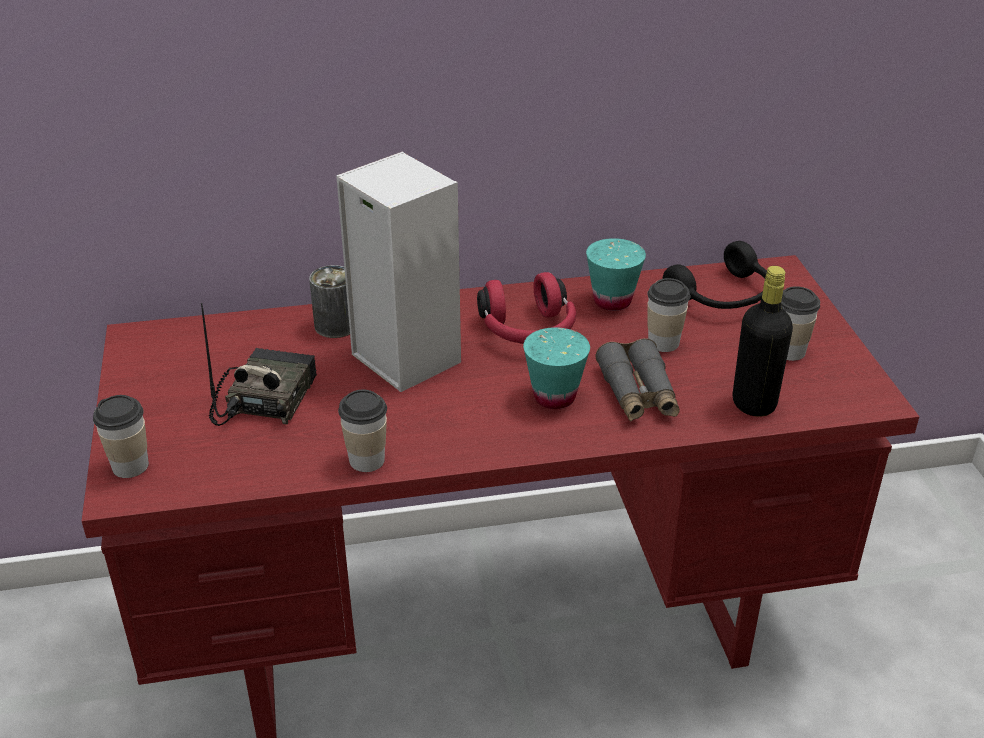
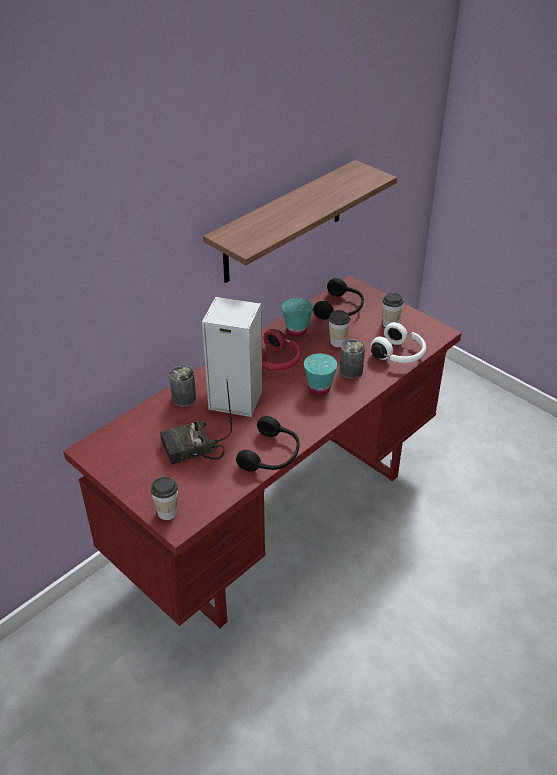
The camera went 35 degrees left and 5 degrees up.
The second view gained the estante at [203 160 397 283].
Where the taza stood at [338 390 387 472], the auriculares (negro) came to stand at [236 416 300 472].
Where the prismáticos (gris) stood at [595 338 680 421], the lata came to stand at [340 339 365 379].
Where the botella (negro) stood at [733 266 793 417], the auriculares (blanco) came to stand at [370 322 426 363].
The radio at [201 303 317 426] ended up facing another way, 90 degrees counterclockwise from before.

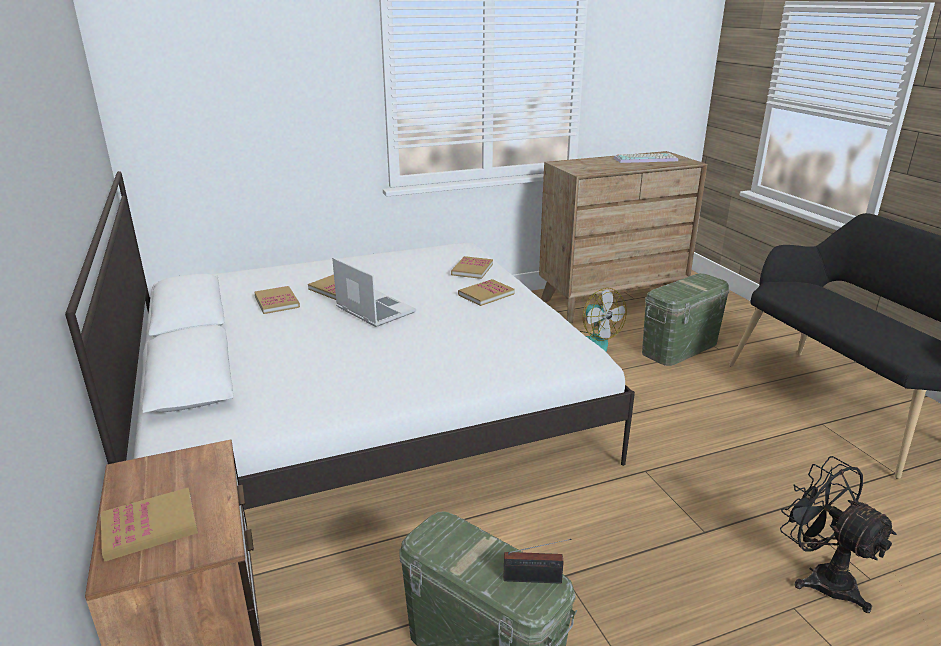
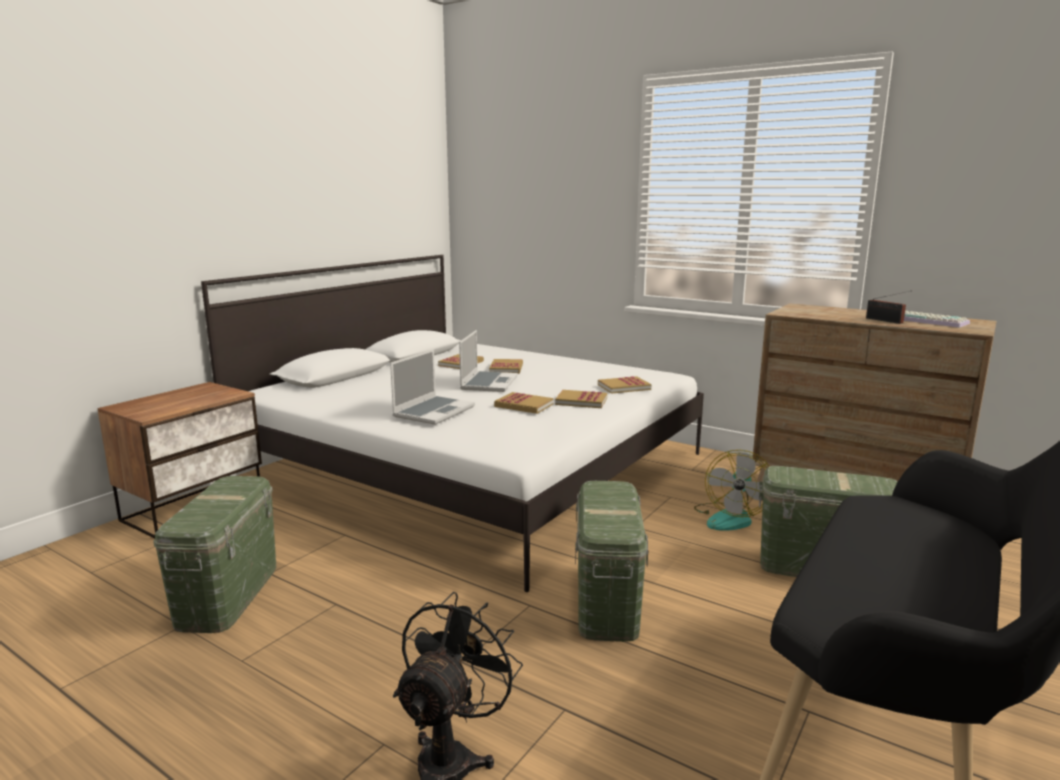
The camera went 55 degrees right and 10 degrees down.
The second view gained the portátil at [390 349 475 425].
The second view gained the caja de almacenaje (verde) at [575 481 649 642].
The libro ended up elsewhere, having gone from [101 487 198 562] to [494 392 554 414].
The radio ended up elsewhere, having gone from [504 539 572 584] to [866 290 912 324].

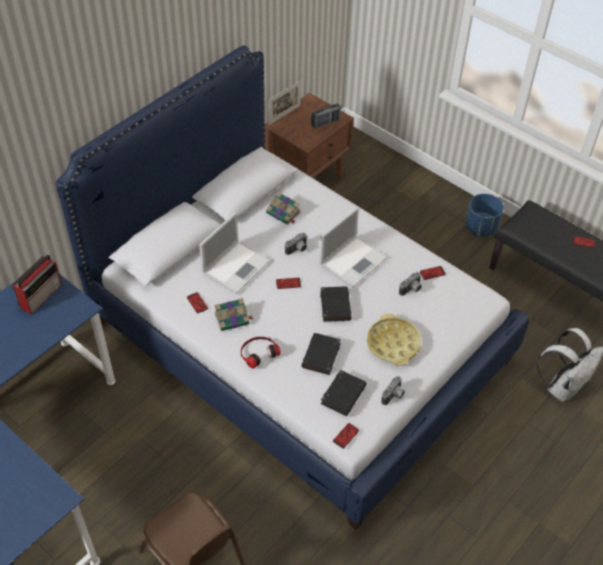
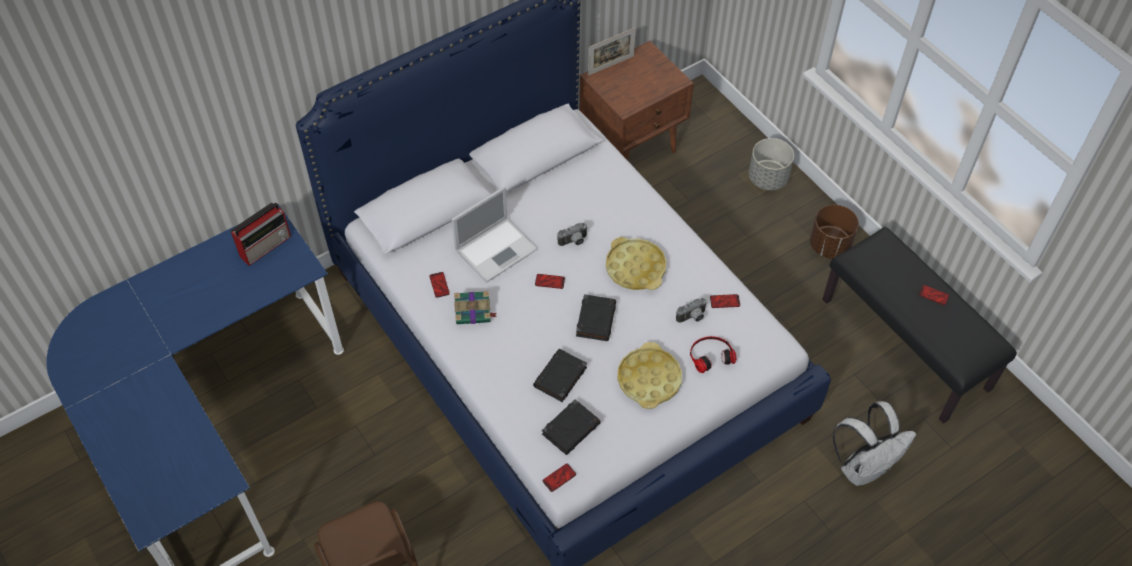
The camera went 15 degrees right and 5 degrees up.
The second view lost the libro at [266 192 301 224].
The second view lost the radio at [311 103 341 129].
The second view lost the cámara at [381 376 405 405].
The second view gained the maceta (gris) at [749 138 794 190].
The auriculares ended up elsewhere, having gone from [241 337 281 369] to [690 336 736 373].
Where the portátil stood at [320 207 387 288], the bandeja (amarillo) came to stand at [606 237 666 290].
What was the maceta (azul) at [465 194 504 237] turned into the maceta (marrón) at [810 205 859 259].

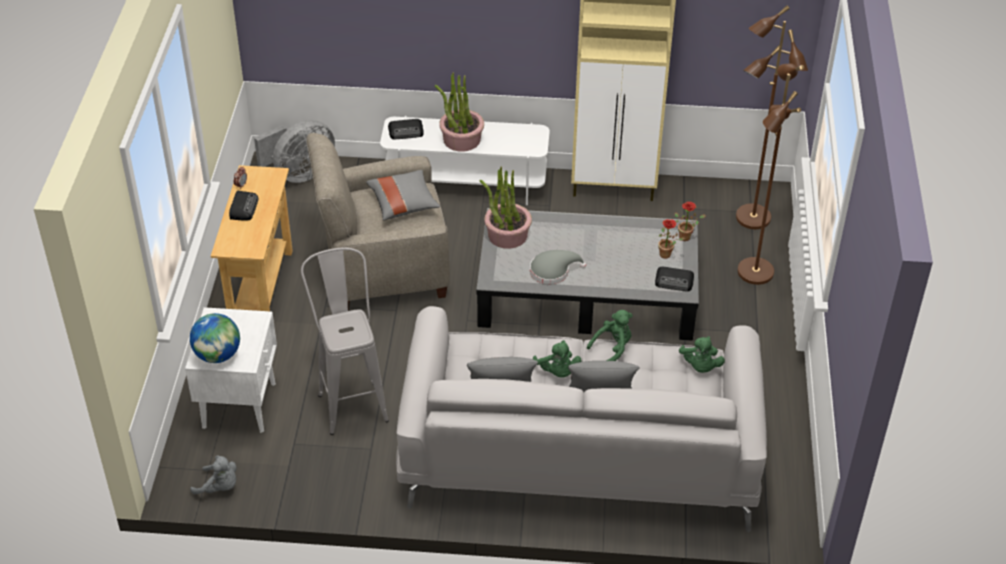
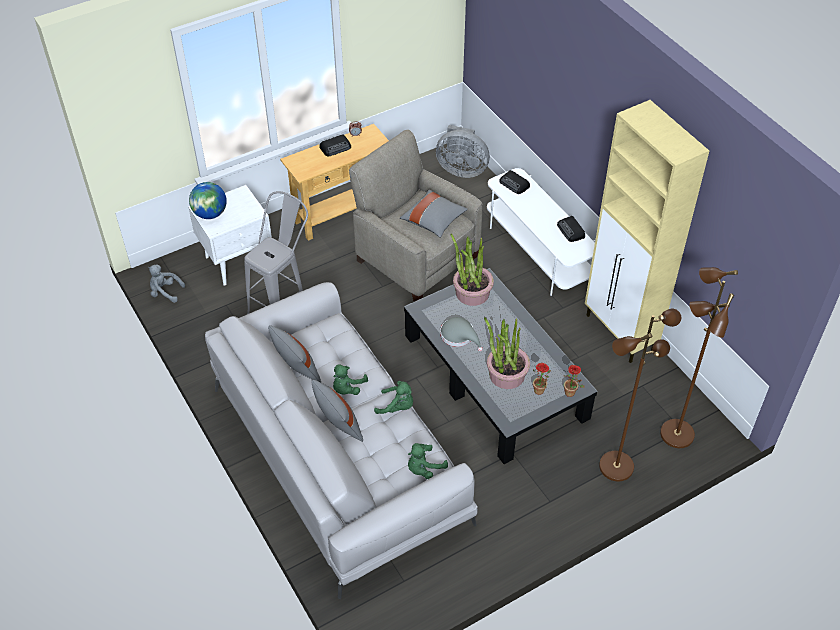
The camera went 55 degrees right and 5 degrees up.
The planta en maceta ended up elsewhere, having gone from [435 73 484 152] to [484 317 530 389].
The radio ended up elsewhere, having gone from [655 267 694 291] to [557 216 585 242].
The peluche (gris) at [190 455 236 494] ended up facing another way, 120 degrees clockwise from before.

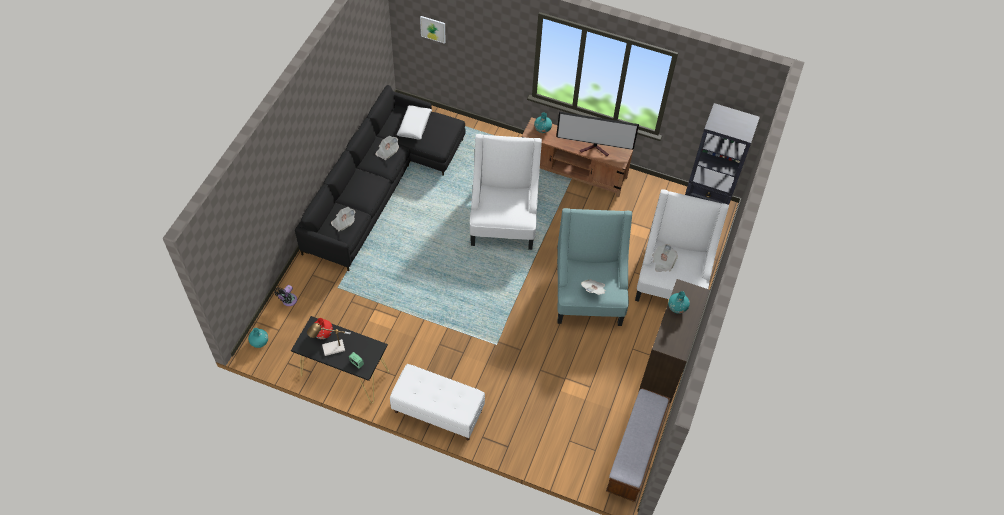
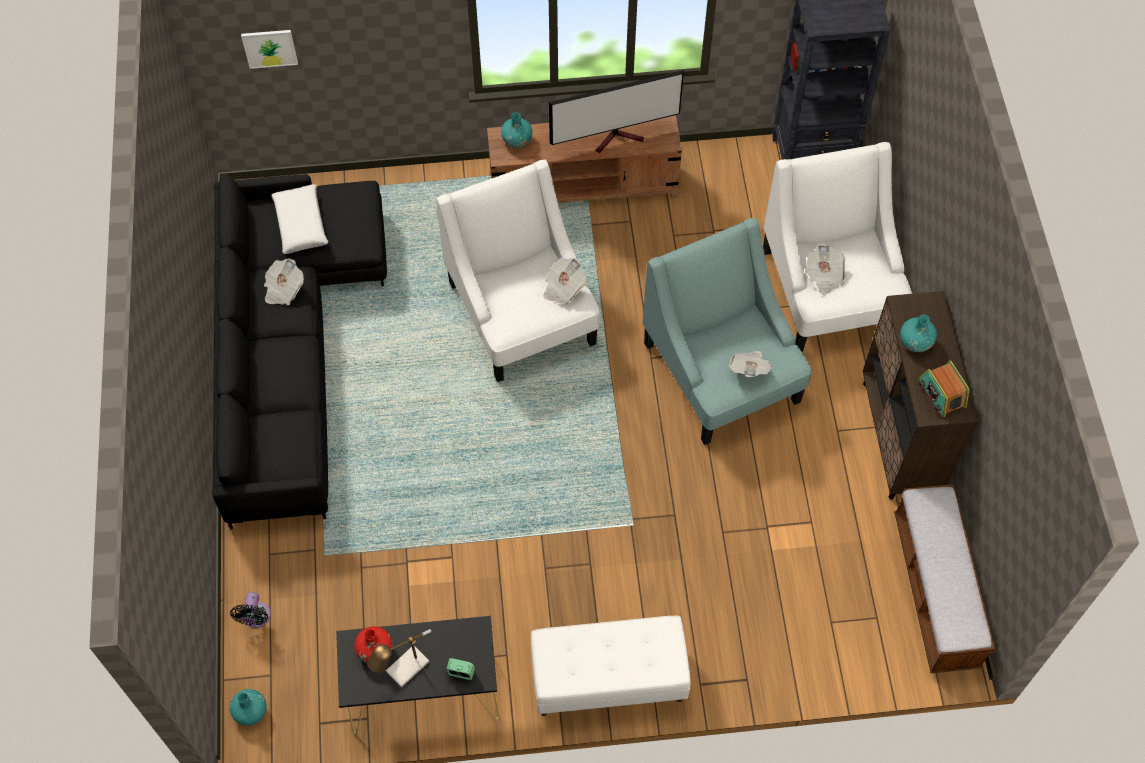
The camera went 25 degrees left and 5 degrees up.
The second view gained the radio at [919 360 969 417].
The periódico ended up elsewhere, having gone from [331 207 356 231] to [543 258 586 304].

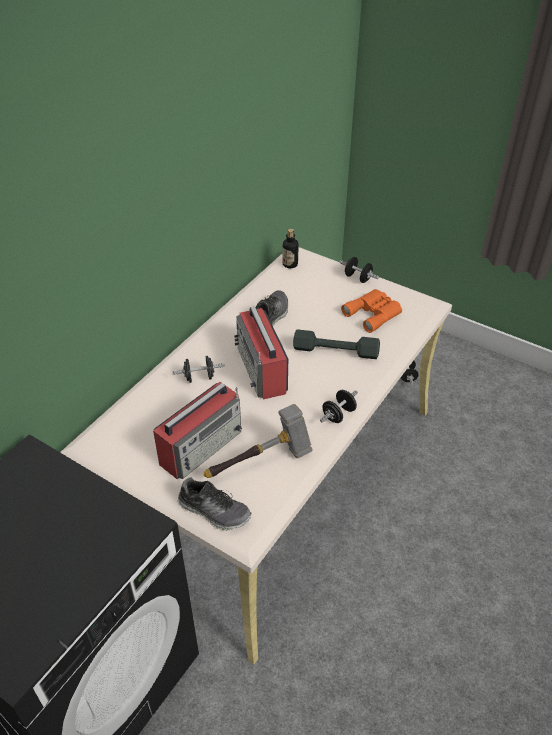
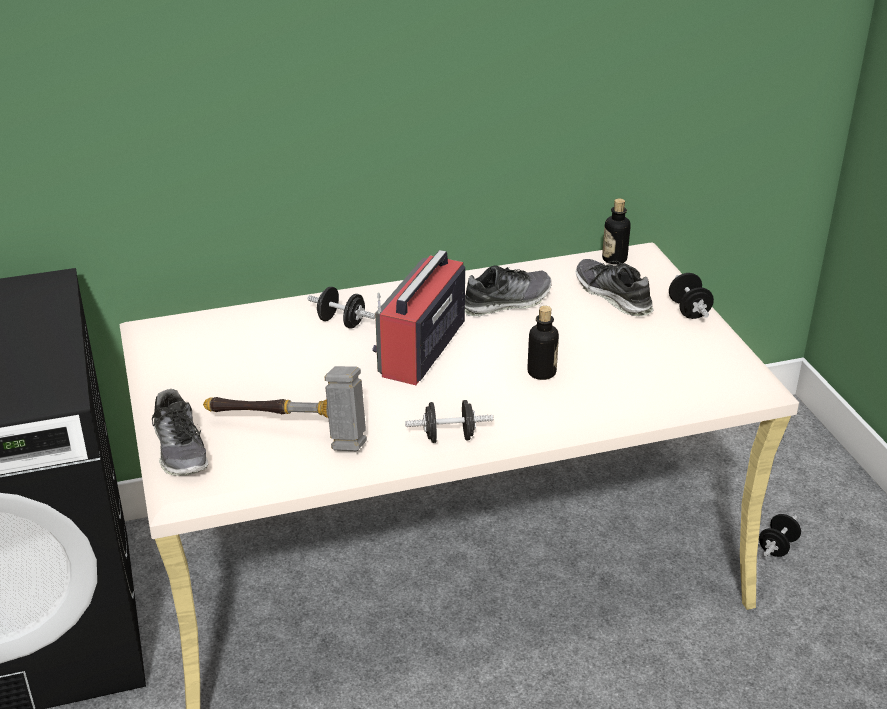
The camera went 40 degrees right and 10 degrees down.
The second view lost the radio at [153 382 242 479].
The second view lost the prismáticos (naranja) at [341 289 402 333].
The second view gained the zapato at [575 259 654 316].
Where the mancuerna (gris) stood at [293 329 380 359], the botella came to stand at [527 306 559 380].

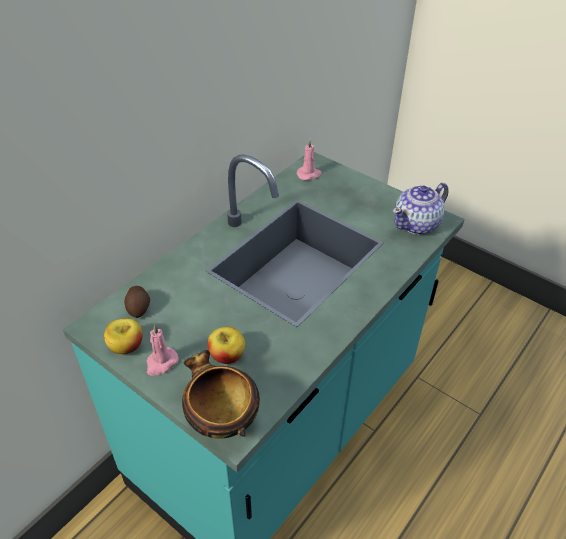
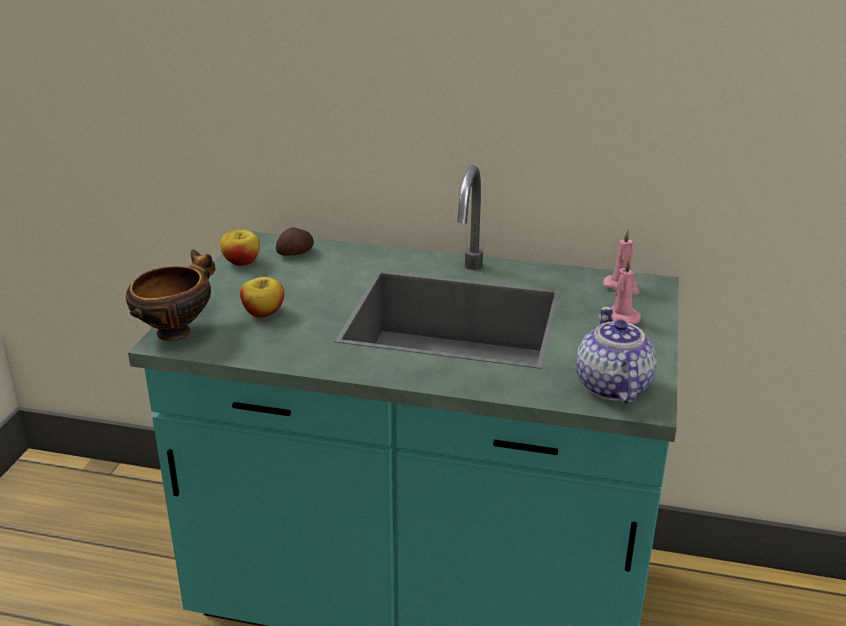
The camera went 65 degrees right and 15 degrees down.
The vela (rosa) ended up elsewhere, having gone from [146 324 179 376] to [599 258 641 325].
The tetera at [393 183 449 235] ended up facing another way, 60 degrees clockwise from before.

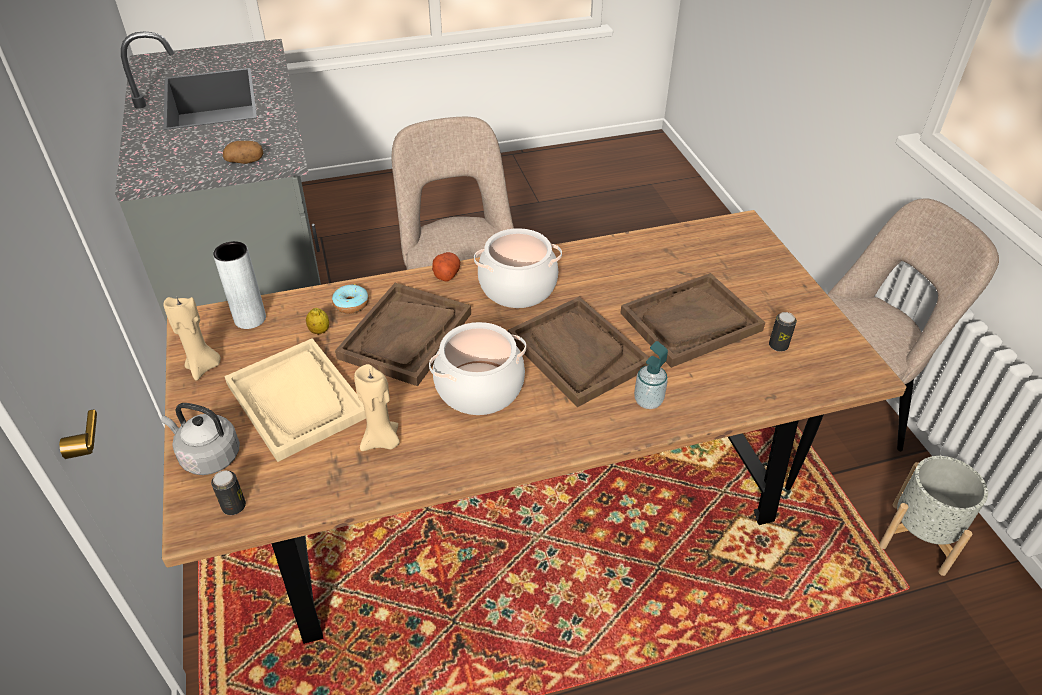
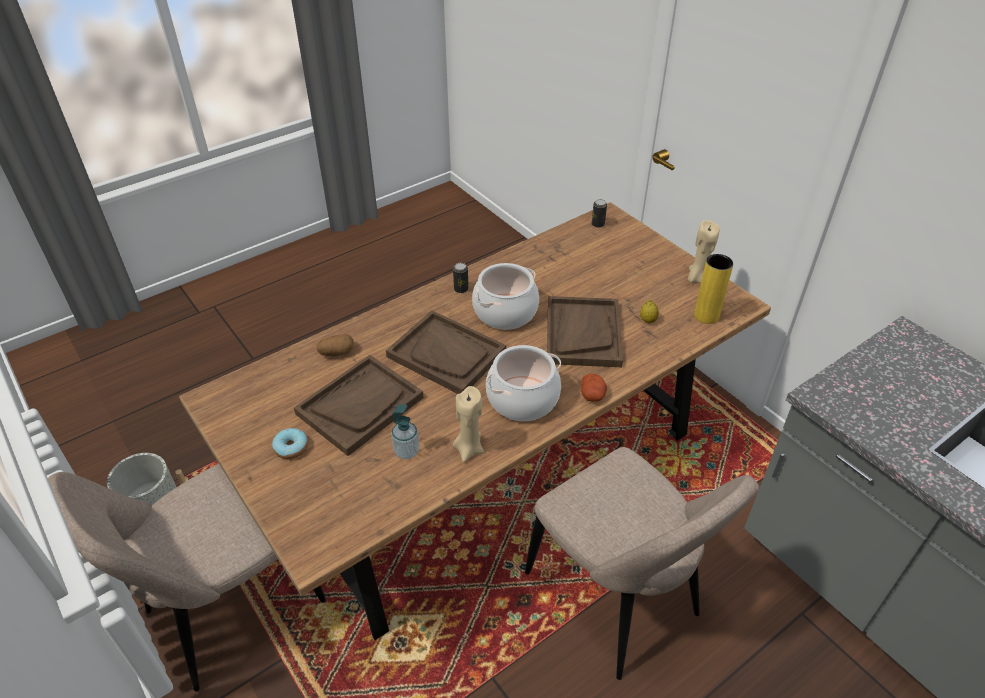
The camera went 160 degrees right and 0 degrees up.
The second view lost the hervidor (gris) at [161 403 240 475].
The second view lost the bandeja (beis) at [224 338 366 462].
The patata ended up elsewhere, having gone from [223 141 263 164] to [317 334 354 357].
The rosquilla ended up elsewhere, having gone from [332 284 369 314] to [272 428 308 459].
The vela (beis) ended up elsewhere, having gone from [354 364 400 451] to [453 386 484 462].
The dispensador de jabón ended up elsewhere, having gone from [634 341 668 409] to [391 404 419 460].
The lata ended up elsewhere, having gone from [769 312 797 352] to [453 263 468 293].
What was the florero (gris) at [213 241 266 329] turned into the florero (amarillo) at [694 254 733 324].

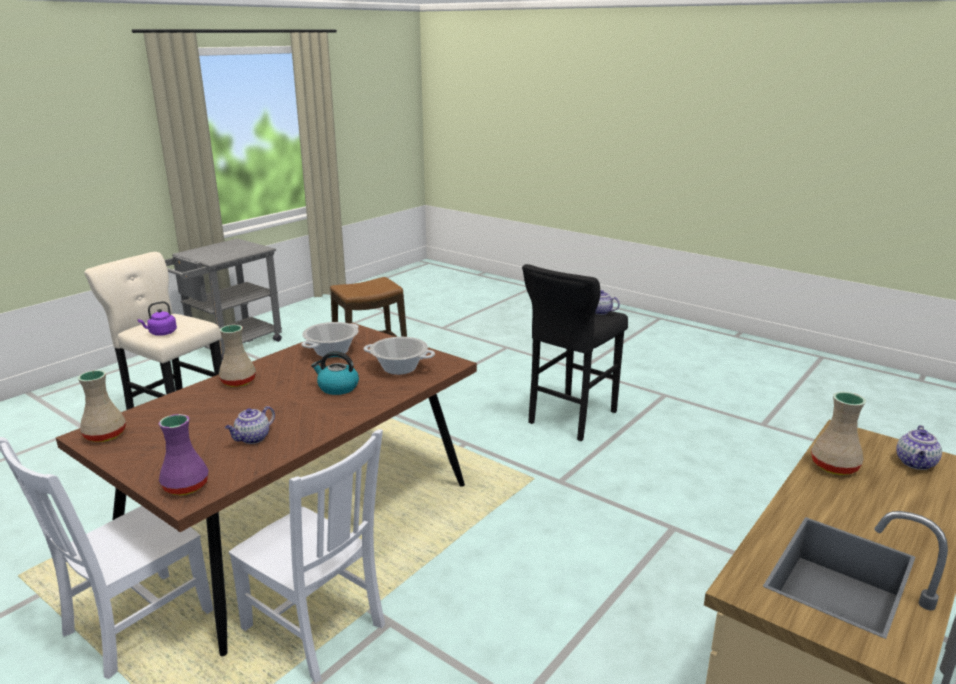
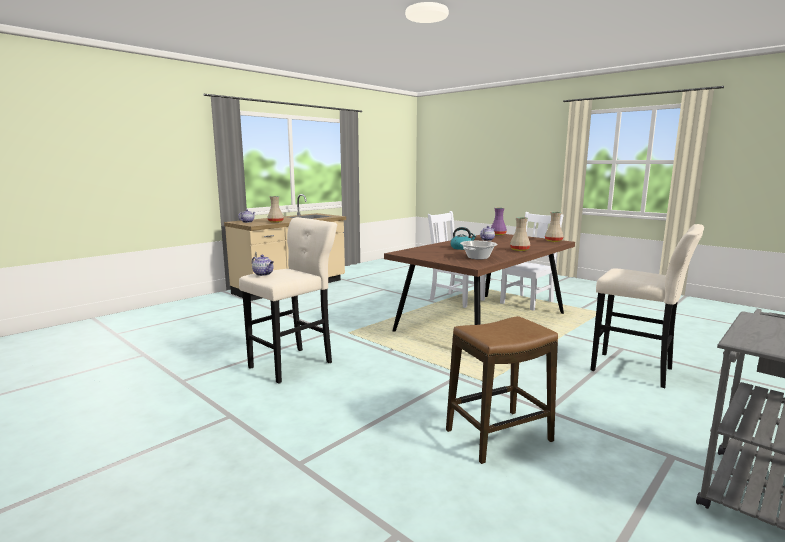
The camera went 175 degrees left and 10 degrees down.
The second view lost the hervidor (morado) at [138 301 177 336].
The second view lost the olla at [363 337 435 375].
What was the taburete (negro) at [522 264 628 441] turned into the taburete (beis) at [239 217 337 383].

